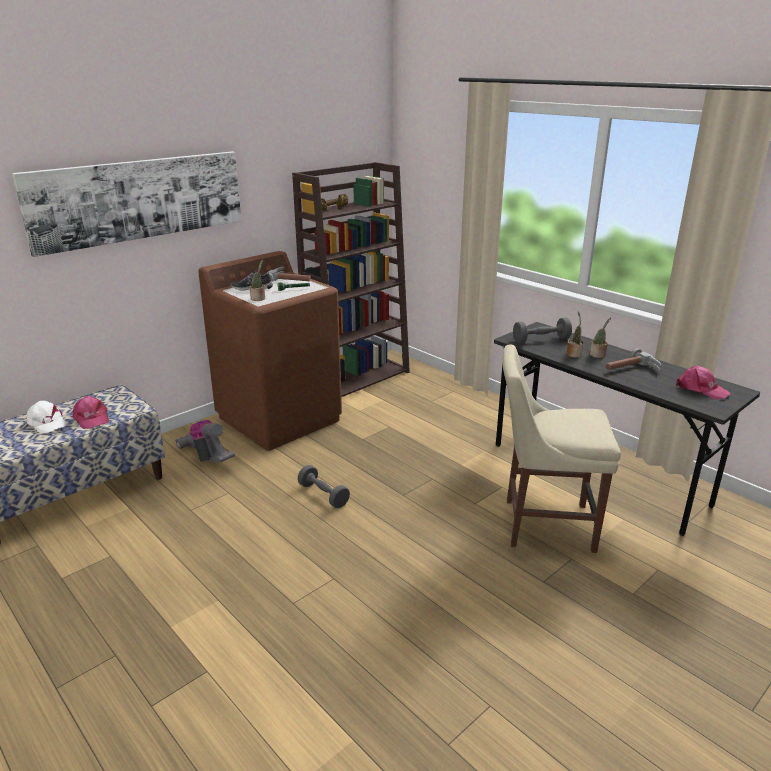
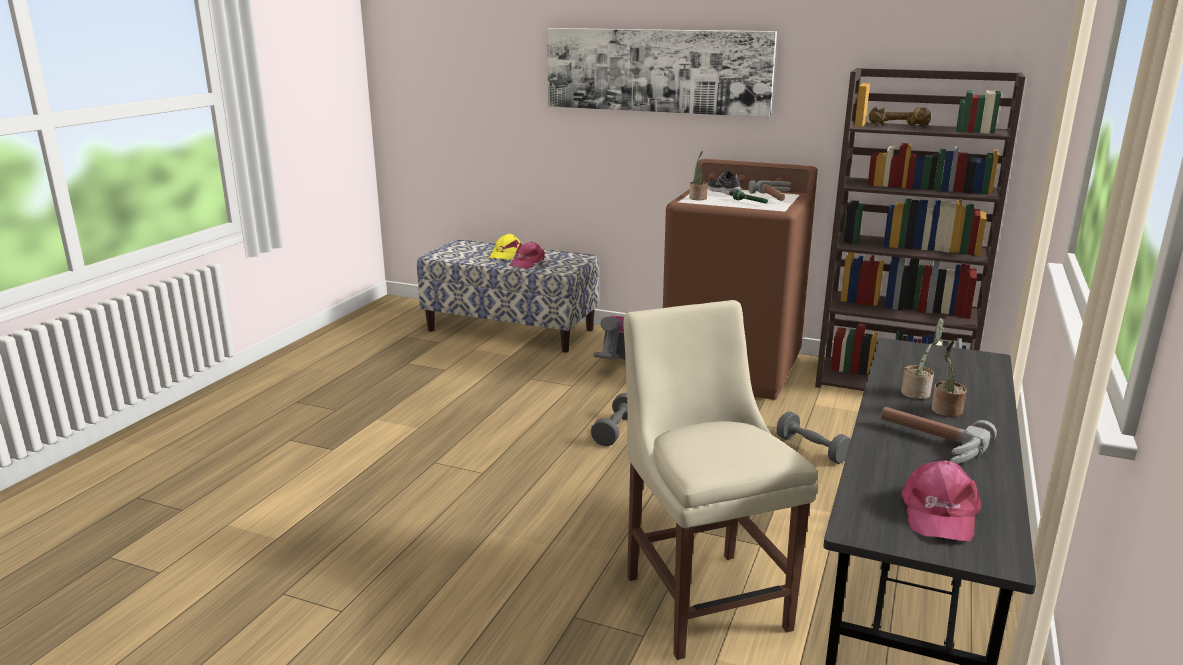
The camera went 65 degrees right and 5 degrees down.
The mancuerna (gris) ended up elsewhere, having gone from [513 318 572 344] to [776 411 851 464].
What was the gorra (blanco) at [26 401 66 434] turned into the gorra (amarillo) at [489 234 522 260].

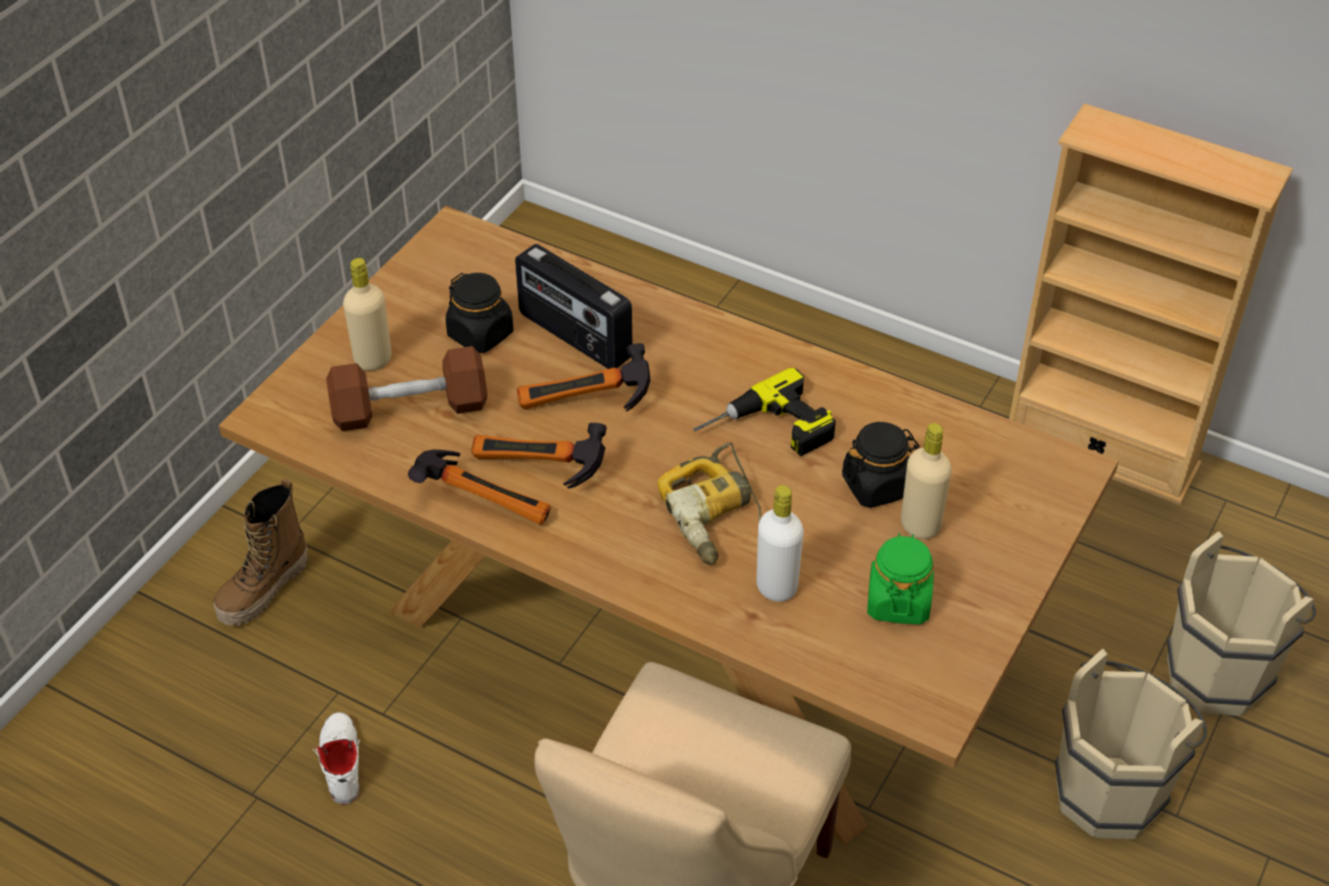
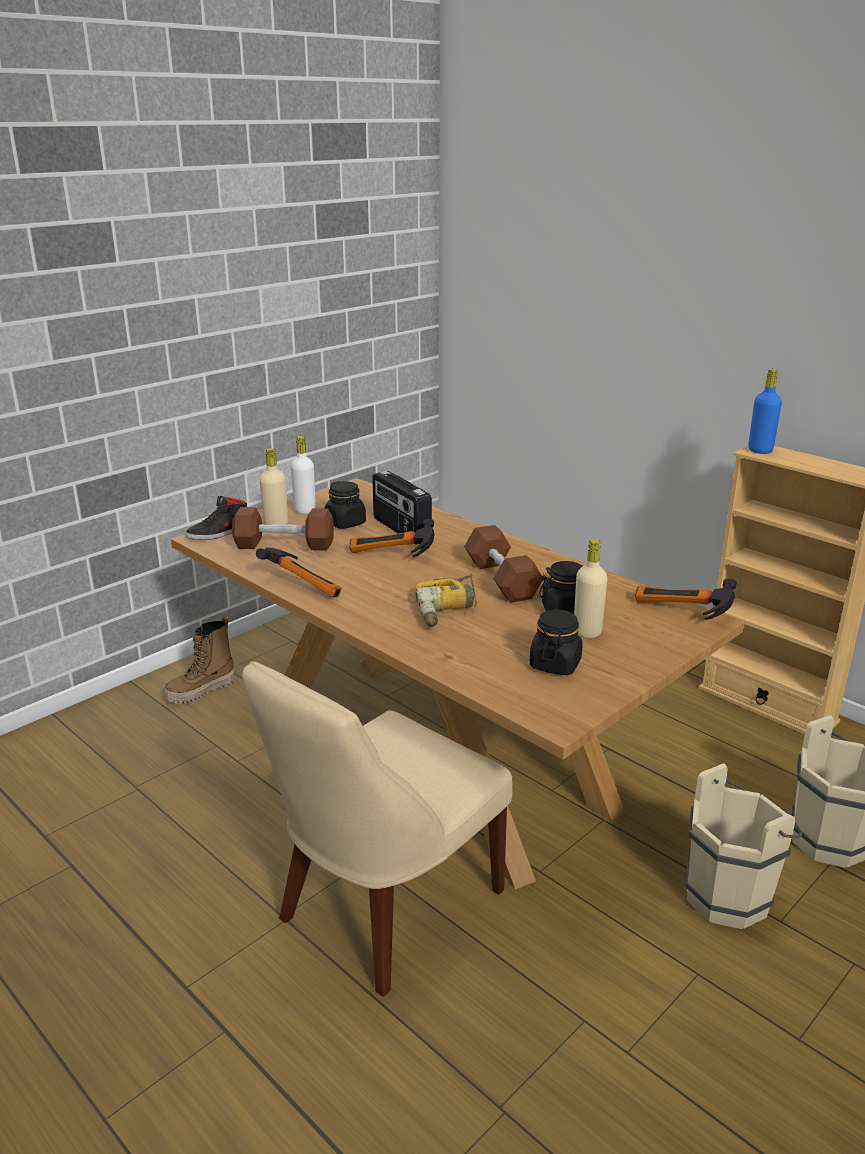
The camera went 15 degrees right and 20 degrees down.
The second view lost the zapato (blanco) at [313 712 360 805].
The second view gained the zapato (negro) at [186 496 247 540].
The second view gained the botella (azul) at [748 369 782 454].
The martillo ended up elsewhere, having gone from [471 423 607 489] to [634 578 737 620].
The botella (blanco) ended up elsewhere, having gone from [756 485 804 602] to [291 436 316 514].
Where the taladro stood at [693 368 836 456], the mancuerna (marrón) came to stand at [464 525 543 603].
What was the tarro (verde) at [867 533 934 624] turned into the tarro (negro) at [529 609 583 675].

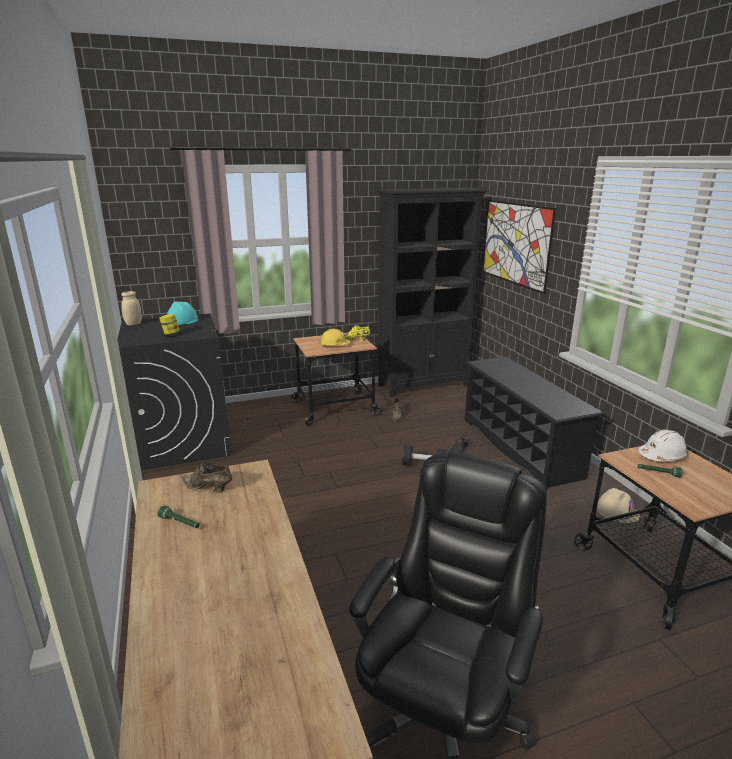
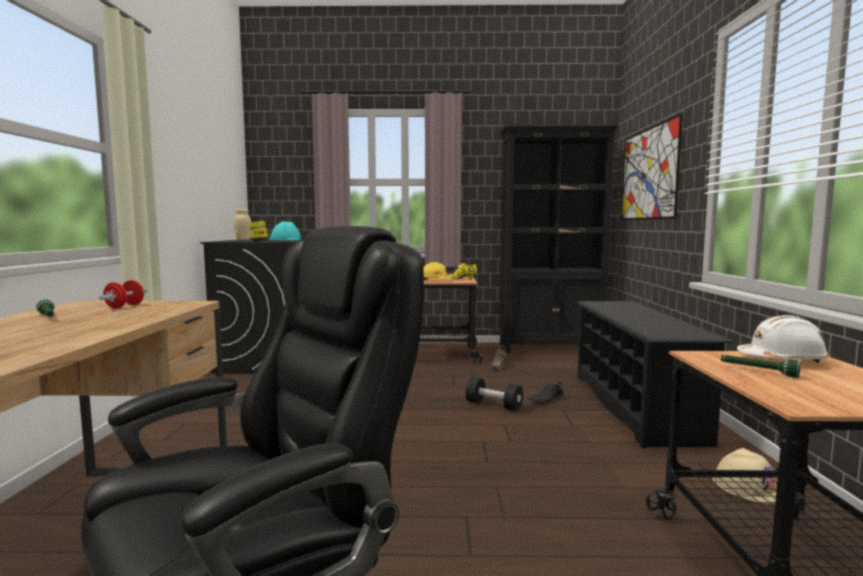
The camera went 20 degrees right and 15 degrees down.
Where the zapato (marrón) stood at [180 461 232 493], the mancuerna (rojo) came to stand at [99 280 147 308].

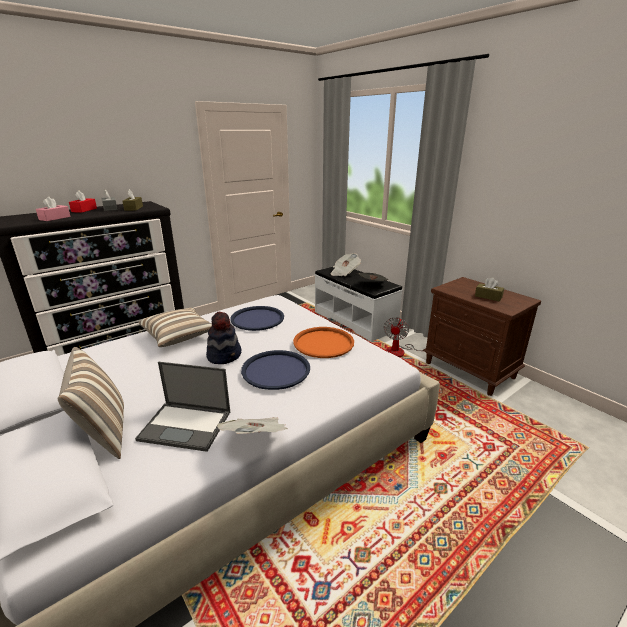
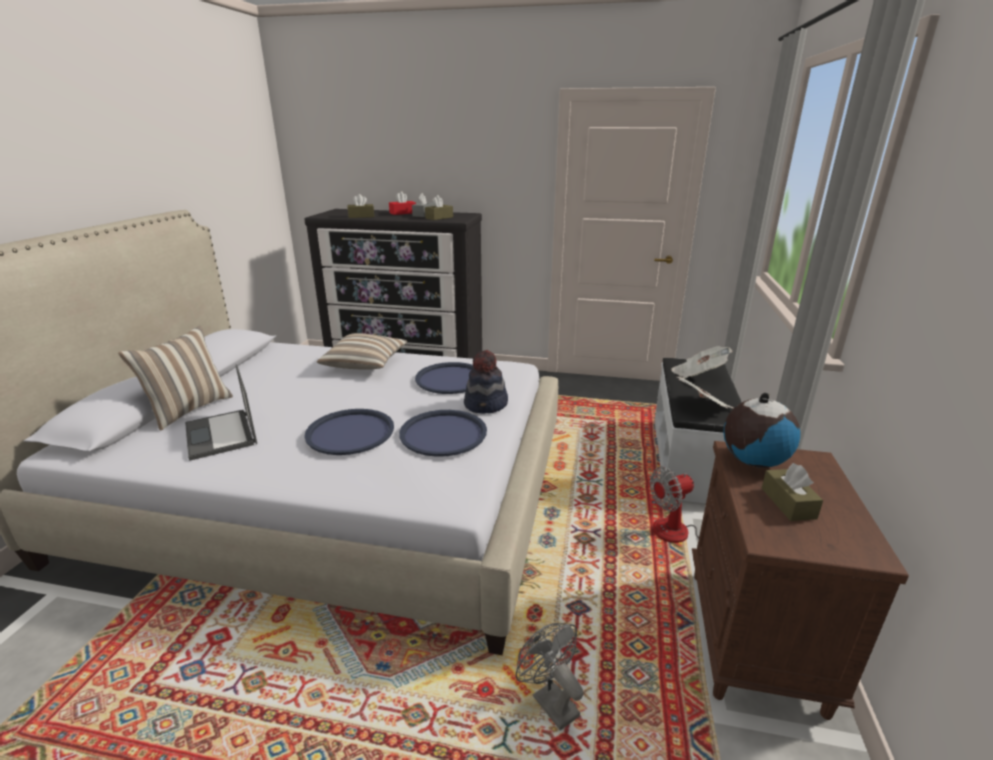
The camera went 50 degrees right and 0 degrees up.
The second view lost the periódico at [217 417 288 434].
The second view gained the ventilador (gris) at [516 623 584 731].
The second view gained the globo terráqueo at [723 393 800 468].
The sombrero ended up elsewhere, having gone from [206 312 241 364] to [464 350 508 414].
What was the caja de pañuelos (rosa) at [36 197 71 221] turned into the caja de pañuelos (marrón) at [348 194 374 218].
What was the bandeja (naranja) at [293 327 354 358] turned into the bandeja (azul) at [399 410 487 457].

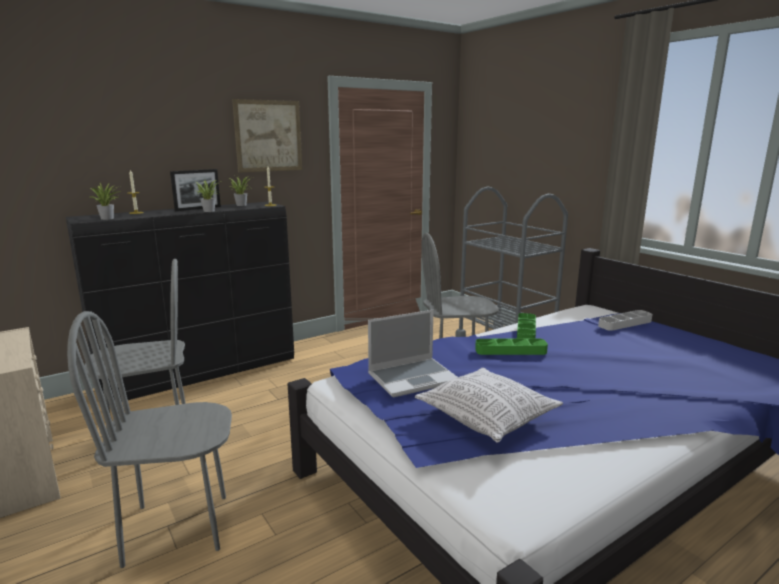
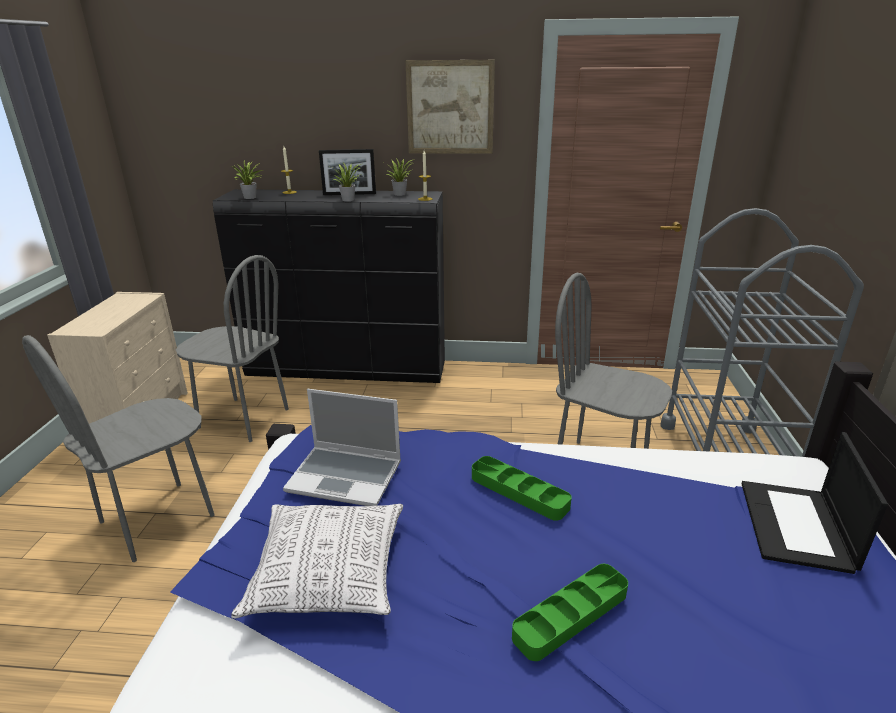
The camera went 40 degrees right and 10 degrees up.
The bandeja (verde) ended up elsewhere, having gone from [517 313 536 339] to [512 564 628 661].
Where the bandeja (gris) stood at [598 310 652 331], the portátil came to stand at [742 432 888 574].
The silla (gris) at [67 311 232 568] ended up facing another way, 75 degrees counterclockwise from before.

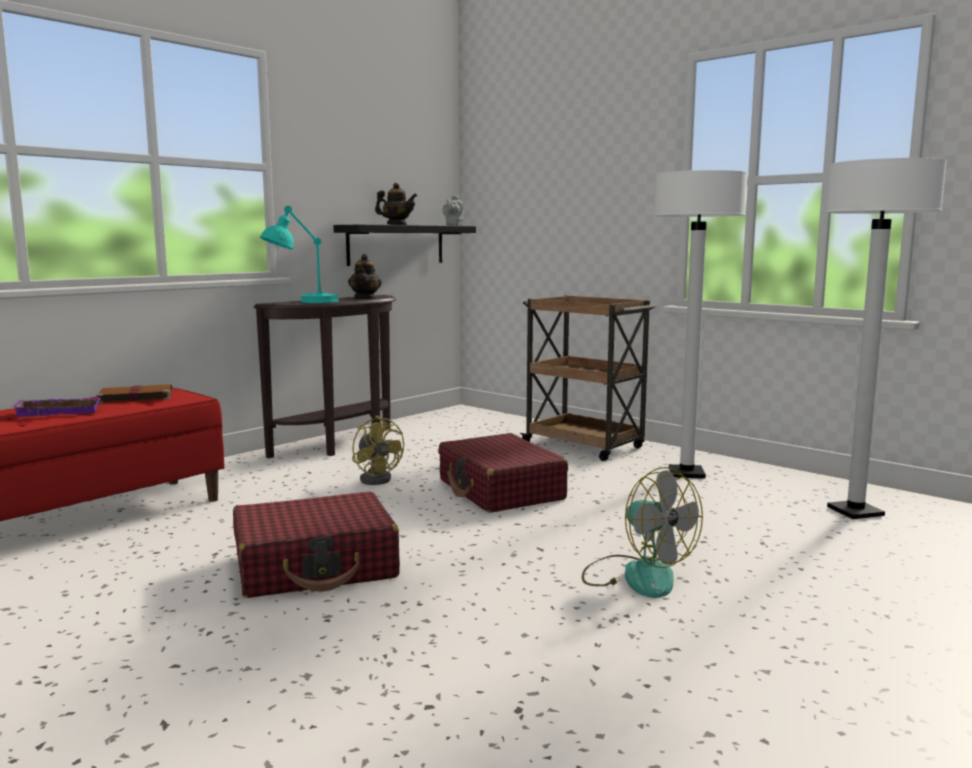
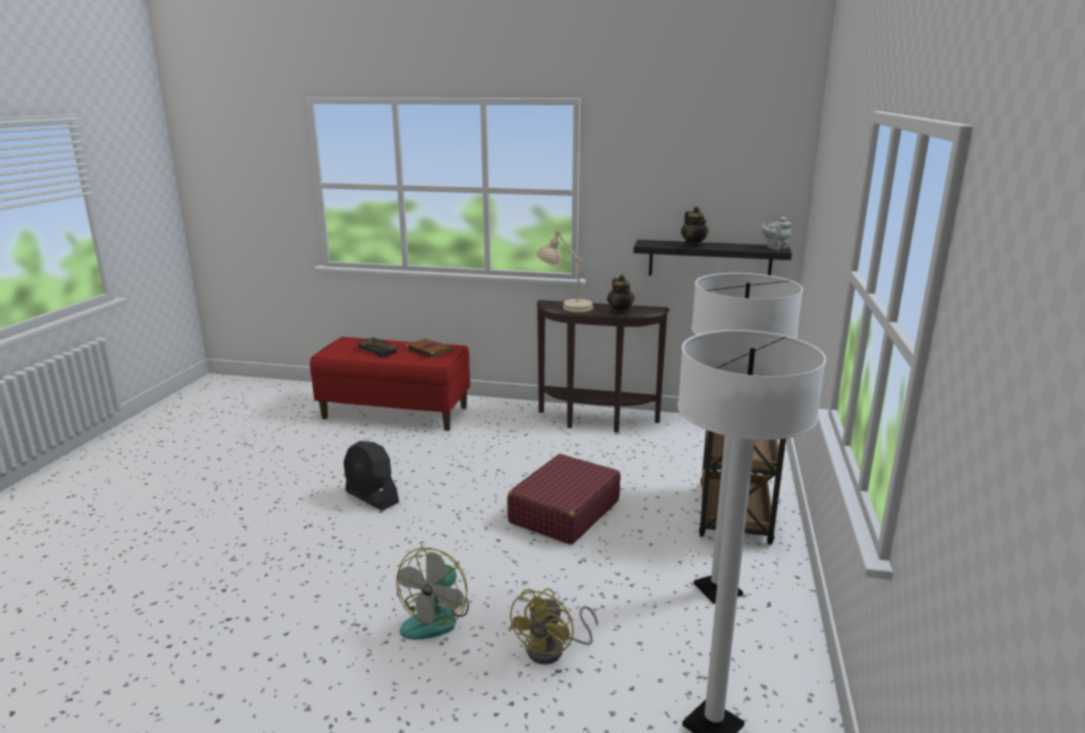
The camera went 60 degrees right and 10 degrees up.
The ventilador (amarillo) ended up elsewhere, having gone from [352 416 404 485] to [508 588 598 665].
Where the maleta (rojo) stood at [233 492 400 598], the ventilador (negro) came to stand at [344 441 399 511].
What was the bandeja (morado) at [11 398 102 417] turned into the bandeja (negro) at [357 337 400 357].
What was the lámpara de mesa (turquesa) at [260 206 339 303] turned into the lámpara de mesa (beis) at [536 230 593 312].
The tetera at [348 254 382 299] ended up facing another way, 75 degrees counterclockwise from before.

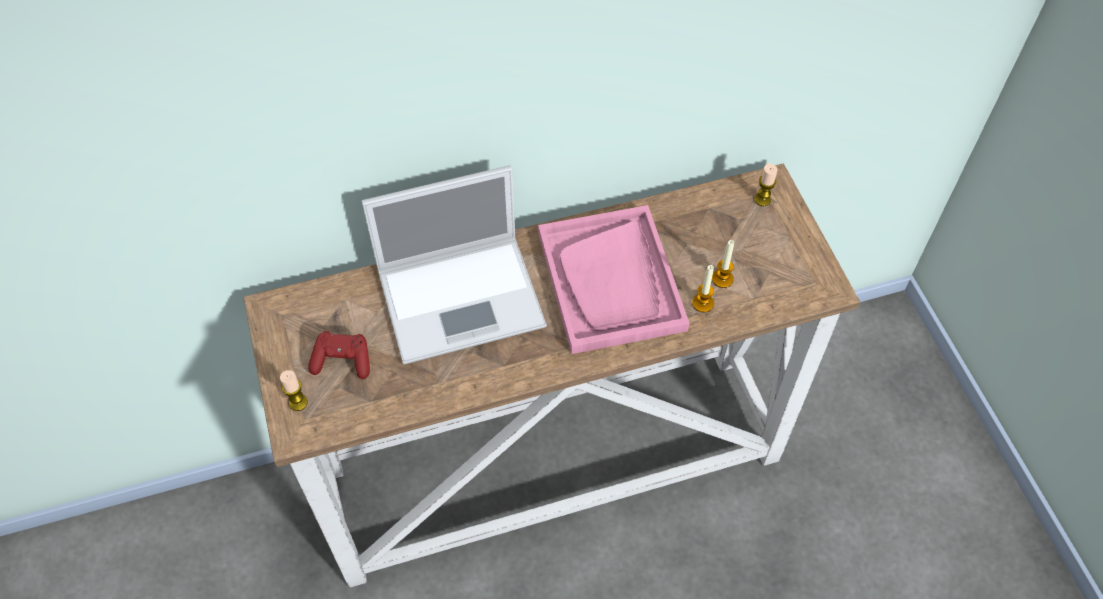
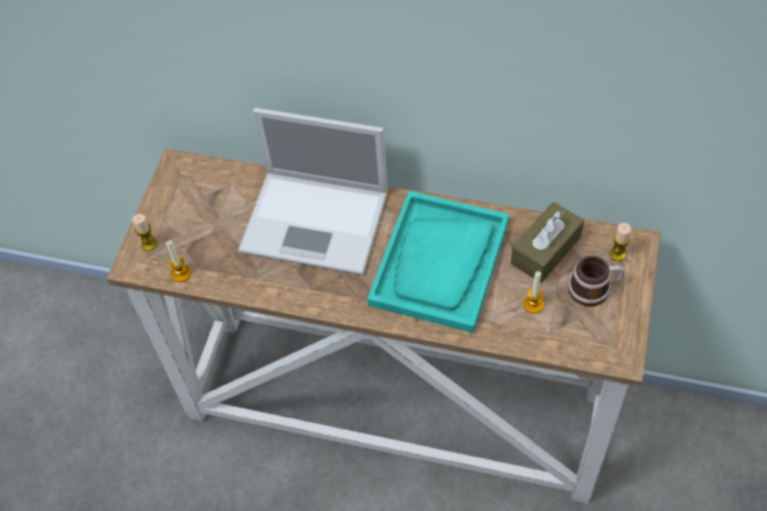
The camera went 35 degrees right and 0 degrees up.
The second view lost the mando de consola (rojo) at [308 331 370 379].
The second view gained the caja de pañuelos (marrón) at [511 202 584 283].
The second view gained the taza grande at [568 256 625 306].
The vela ended up elsewhere, having gone from [692 265 714 313] to [166 240 191 282].
What was the bandeja (rosa) at [538 205 689 354] turned into the bandeja (turquesa) at [367 191 509 333].

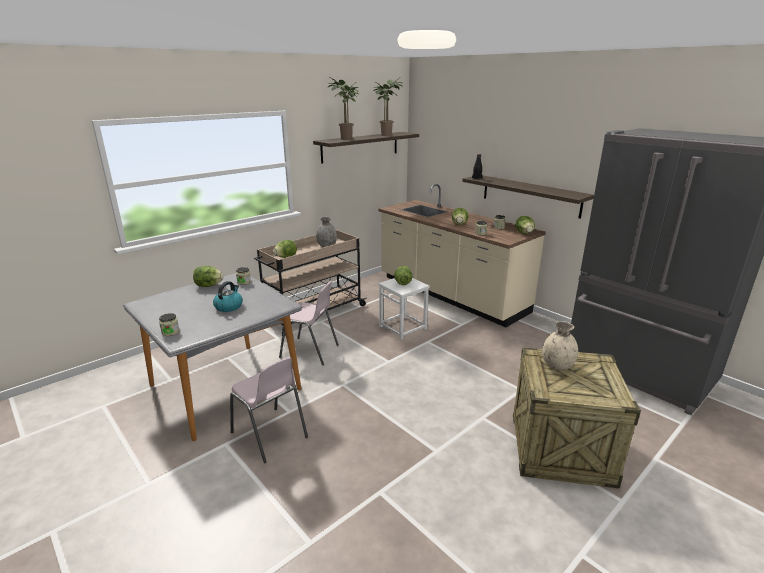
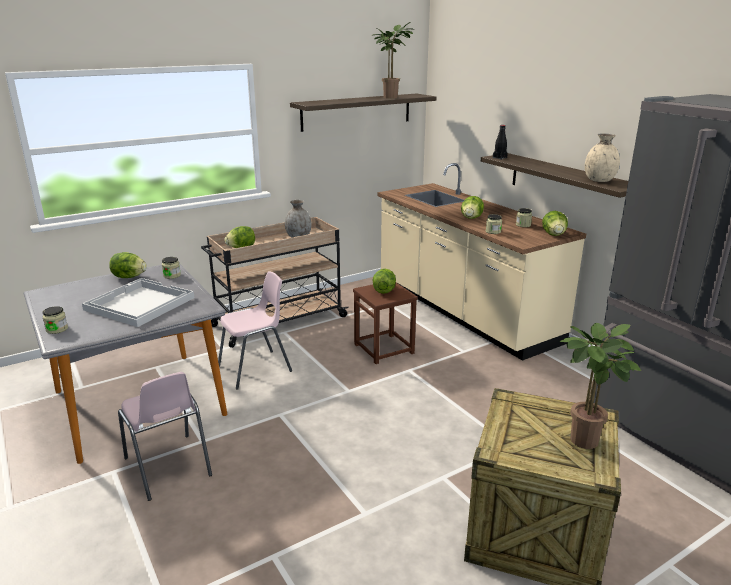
The camera went 10 degrees right and 0 degrees up.
The planta en maceta ended up elsewhere, having gone from [328 77 359 140] to [559 323 641 449].
The florero (beis) ended up elsewhere, having gone from [542 321 578 371] to [585 133 620 182].
Where the hervidor stood at [213 281 243 312], the bandeja (blanco) came to stand at [82 278 194 327].
What was the taburete (blanco) at [378 278 430 340] turned into the taburete (marrón) at [353 283 418 364].
The silla (rosa) at [279 281 339 365] ended up facing another way, 60 degrees counterclockwise from before.

